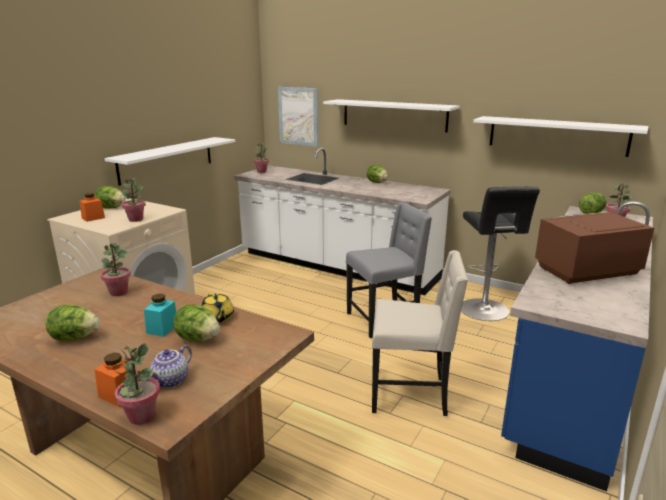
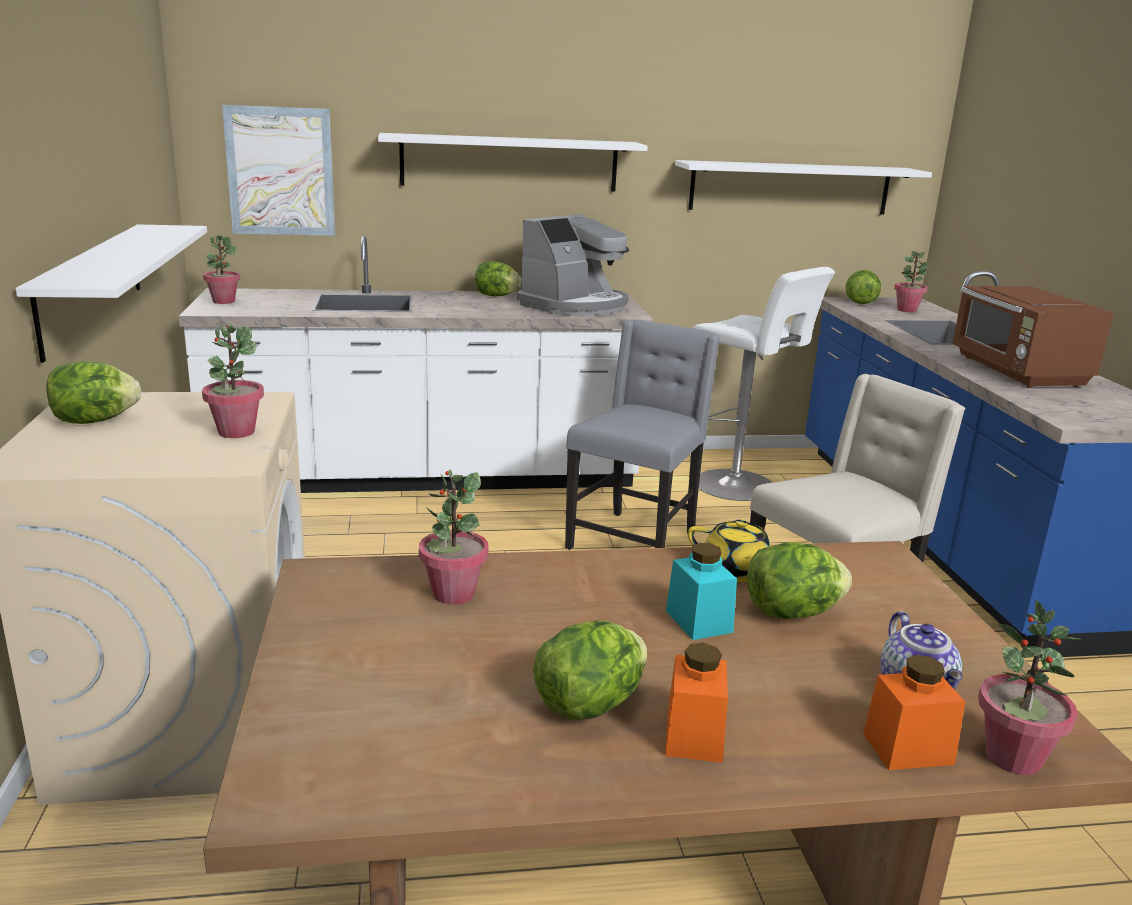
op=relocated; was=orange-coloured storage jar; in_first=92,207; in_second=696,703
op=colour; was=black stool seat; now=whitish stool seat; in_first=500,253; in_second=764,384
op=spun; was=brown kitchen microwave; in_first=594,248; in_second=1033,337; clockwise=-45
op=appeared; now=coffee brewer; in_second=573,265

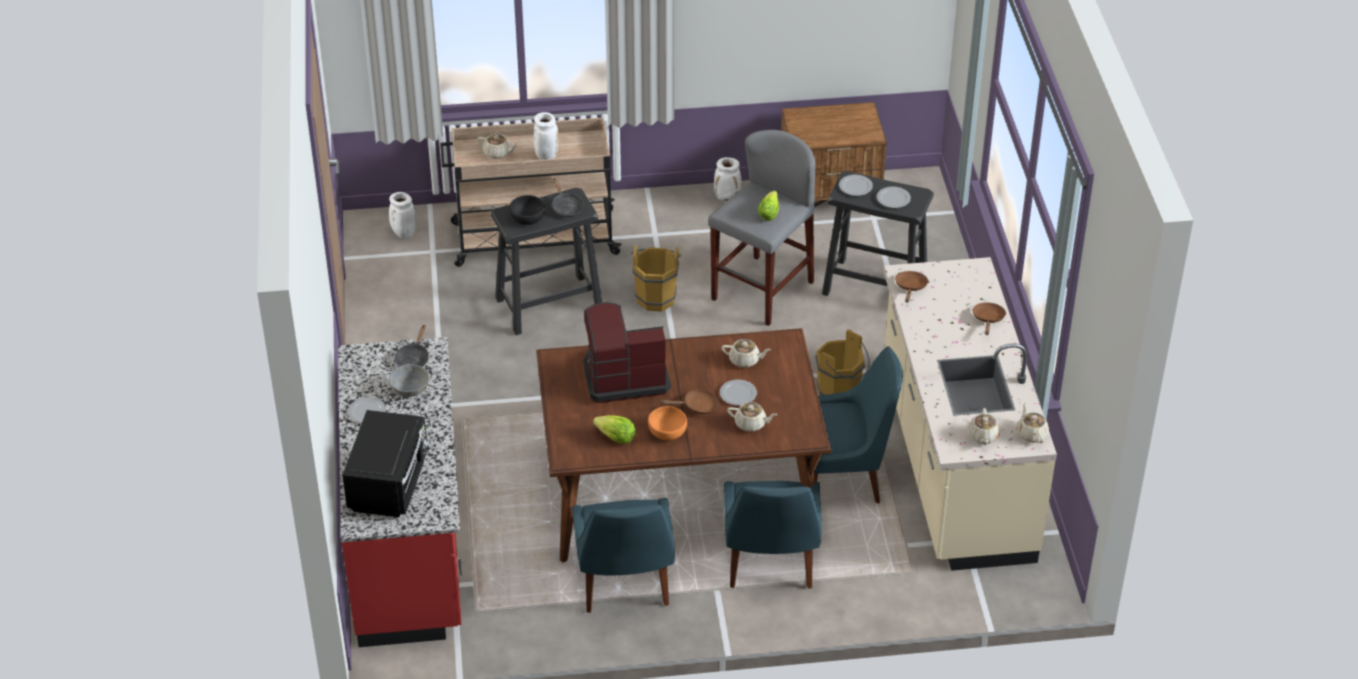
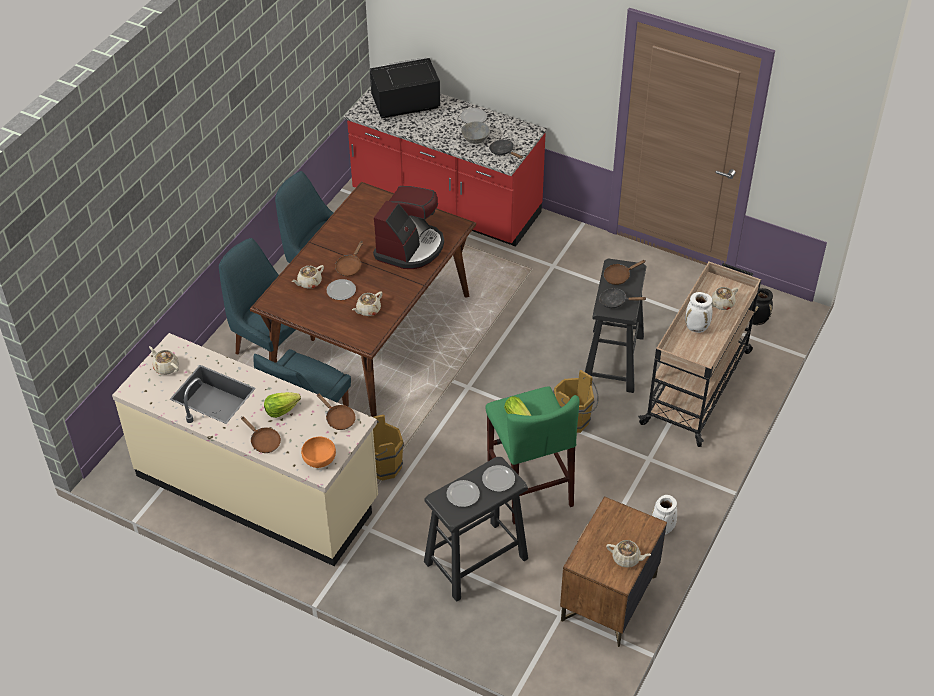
op=spun; was=black kitchen microwave; in_first=385,463; in_second=405,88; clockwise=120
op=colour; was=whitish vase; now=black vase; in_first=402,215; in_second=761,306
op=exchanged; was=black deep dish; now=brown frying pan; in_first=527,210; in_second=624,272
op=relocated; was=lettuce; in_first=614,429; in_second=282,405
op=relocated; was=orange-coloured deep dish; in_first=667,423; in_second=318,452
op=colour; was=gray stool seat; now=green stool seat; in_first=761,228; in_second=532,455
op=relocated; was=beige-coloured teapot; in_first=1032,422; in_second=628,554

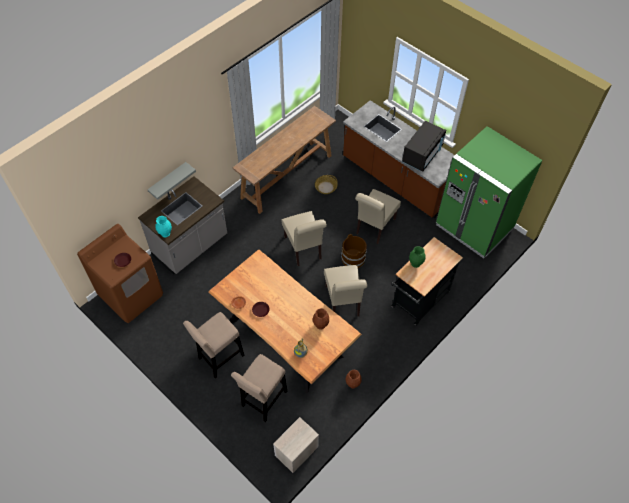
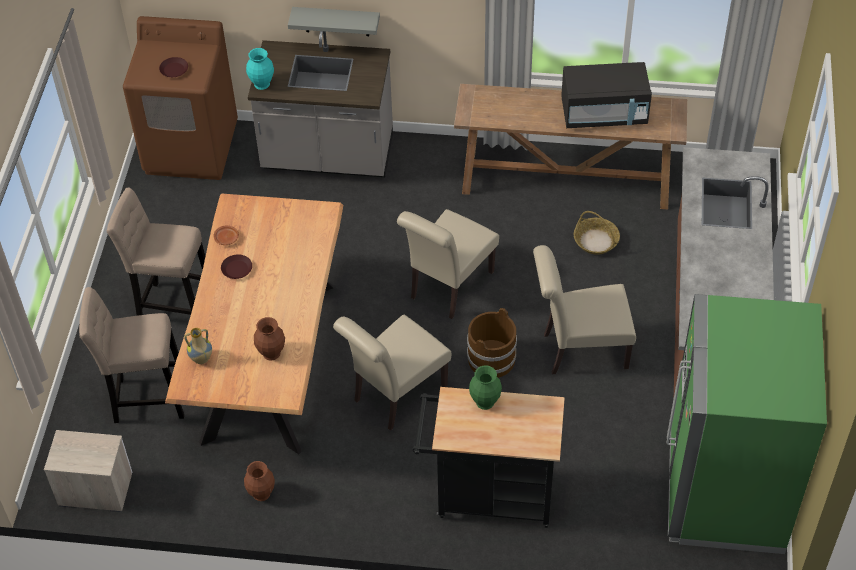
op=relocated; was=black kitchen microwave; in_first=424,146; in_second=606,95

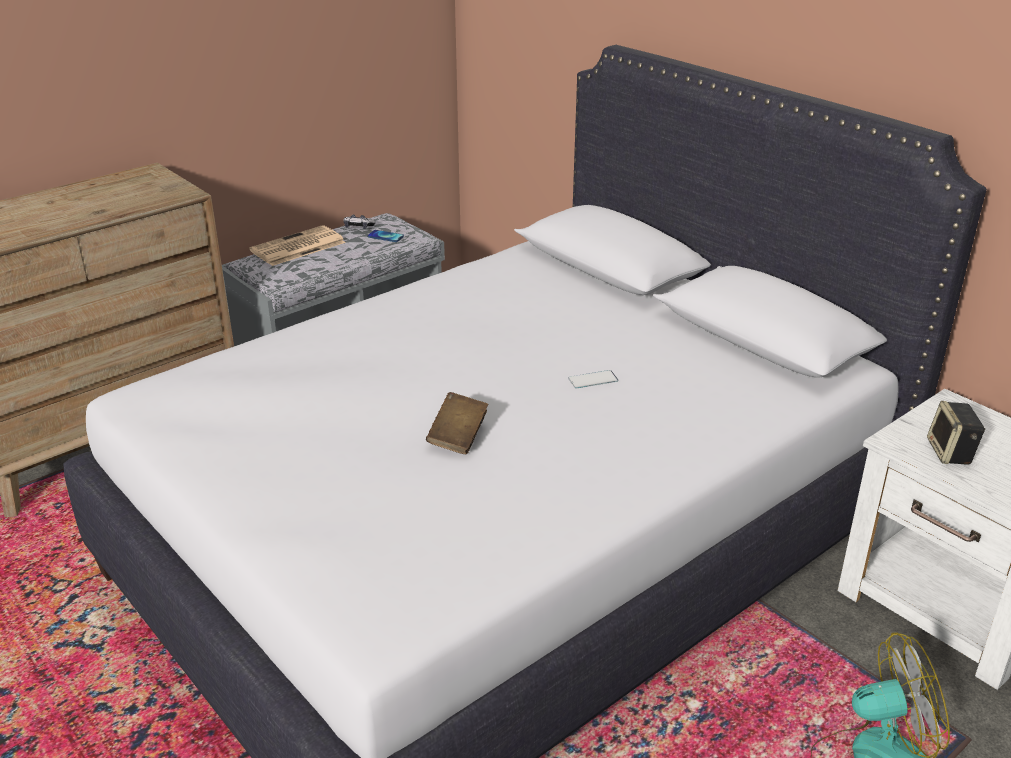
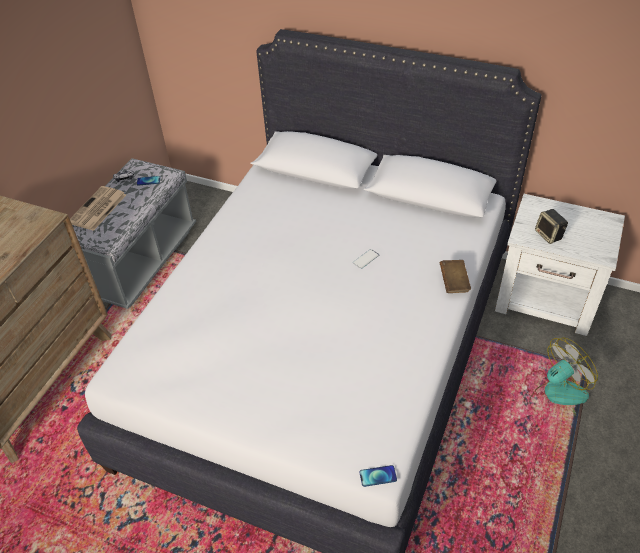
op=relocated; was=brown book; in_first=457,423; in_second=455,276
op=appeared; now=handset; in_second=378,476

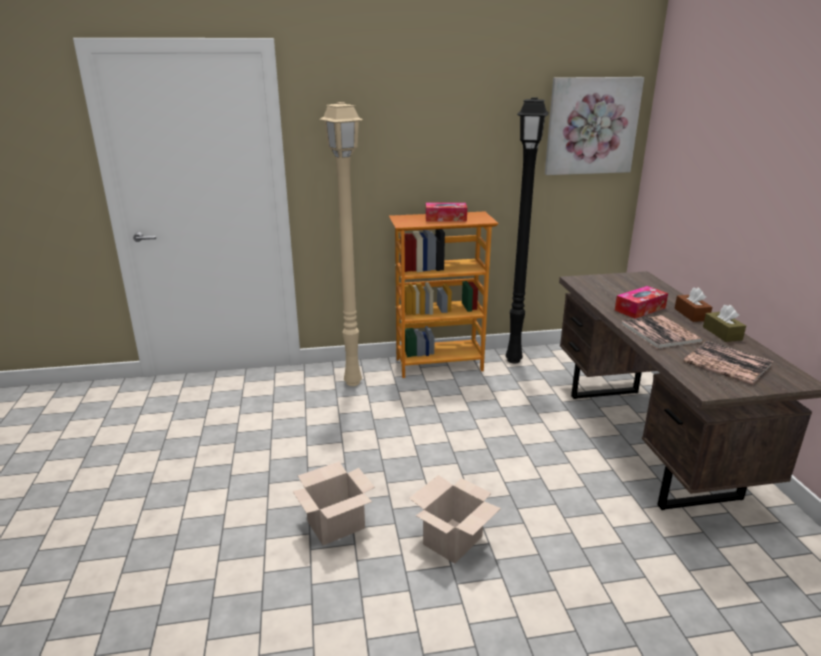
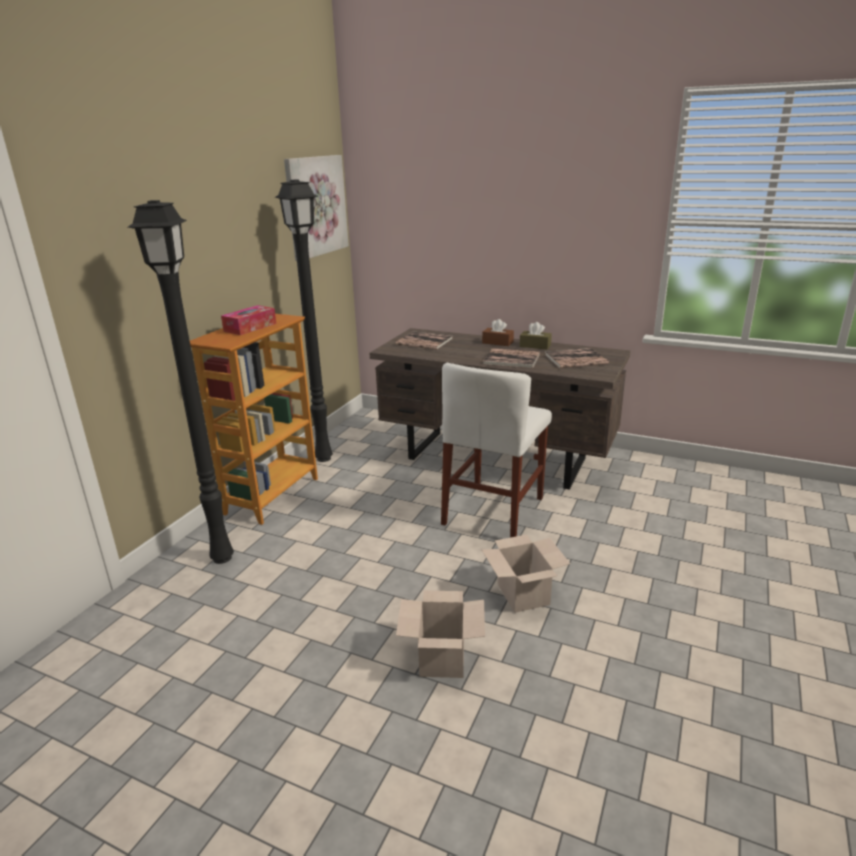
op=colour; was=beige-coloured standard lamp; now=black standard lamp; in_first=341,244; in_second=181,382
op=missing; was=box of tissues; in_first=641,302
op=appeared; now=book; in_second=423,340
op=appeared; now=whitish chair; in_second=496,450

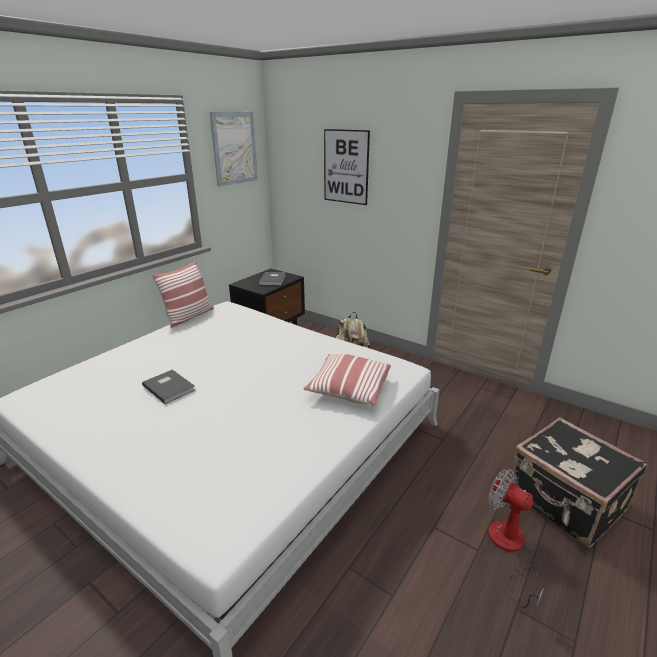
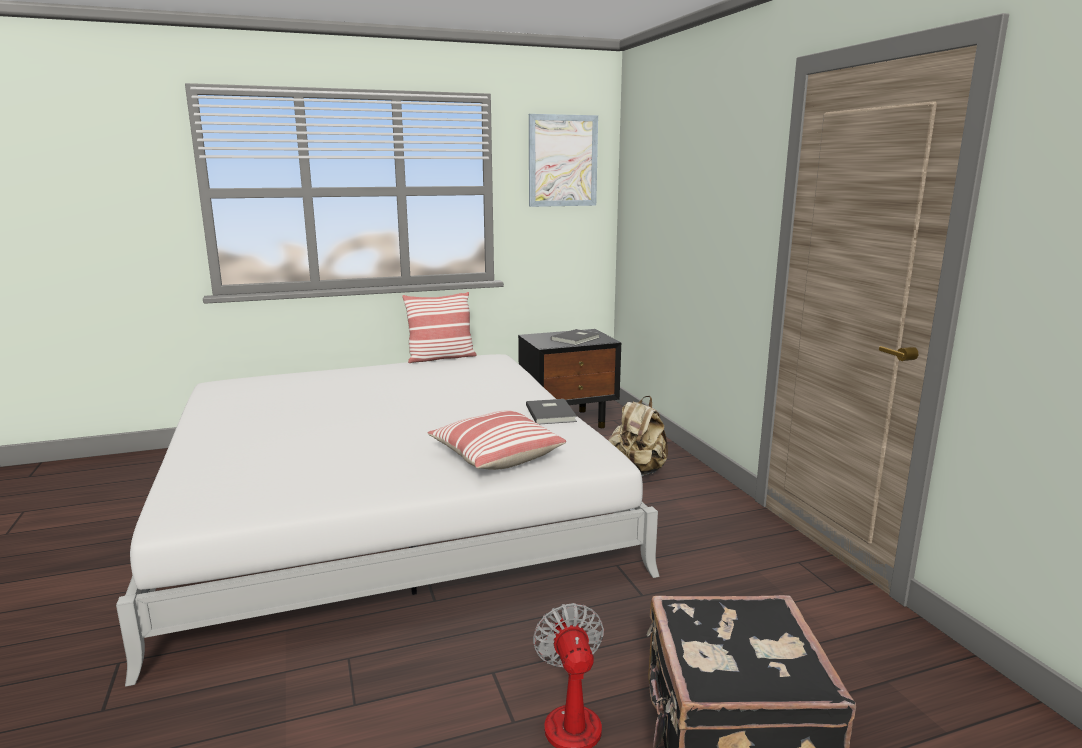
op=relocated; was=gray book; in_first=168,387; in_second=551,411
op=missing; was=picture; in_first=347,167

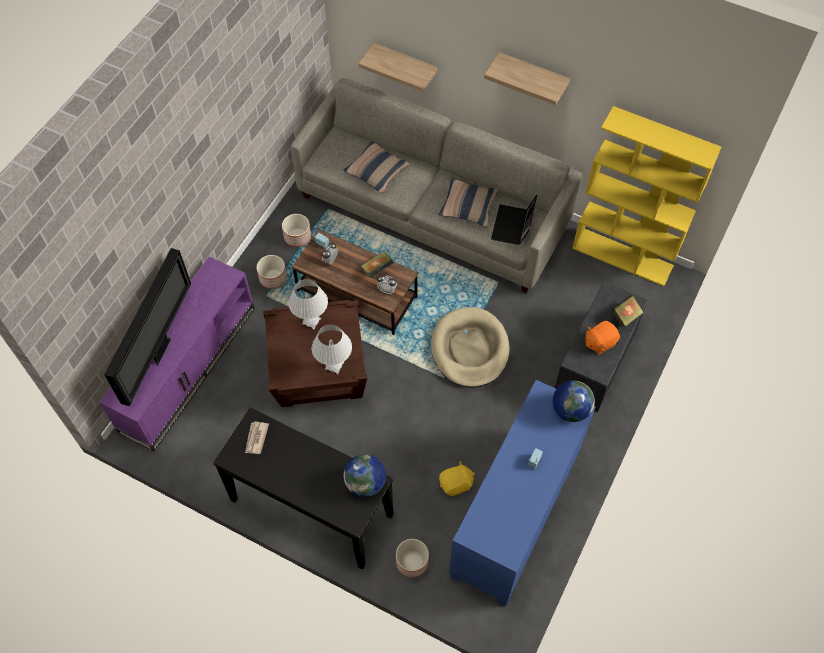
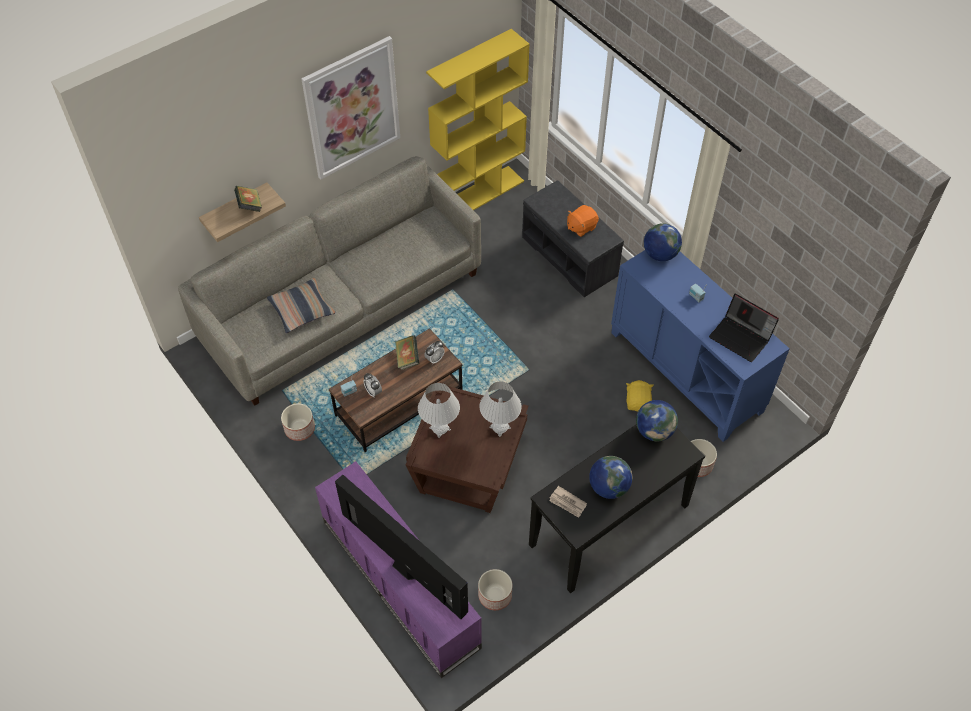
op=relocated; was=flower pot; in_first=272,272; in_second=495,589
op=missing; was=beige-coloured dog cushion; in_first=470,347
op=missing; was=throw pillow; in_first=468,202
op=exchanged; was=shelf; now=picture; in_first=527,79; in_second=350,108
op=relocated; was=laptop; in_first=514,219; in_second=744,328
op=spun; was=orange-coloured soft toy; in_first=602,338; in_second=583,221; clockwise=60
op=relocated; was=book; in_first=627,311; in_second=248,199
op=appeared; now=desk globe; in_second=610,477

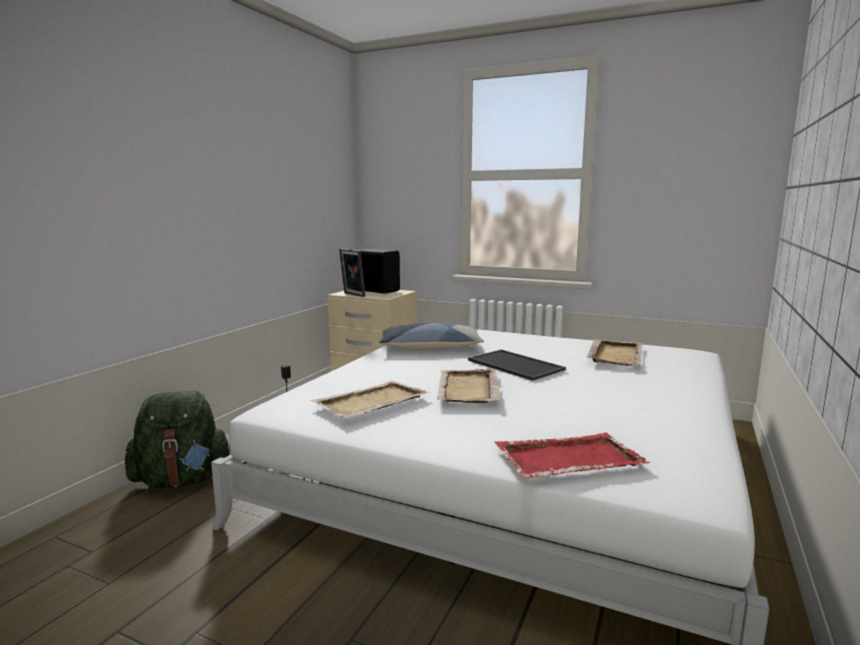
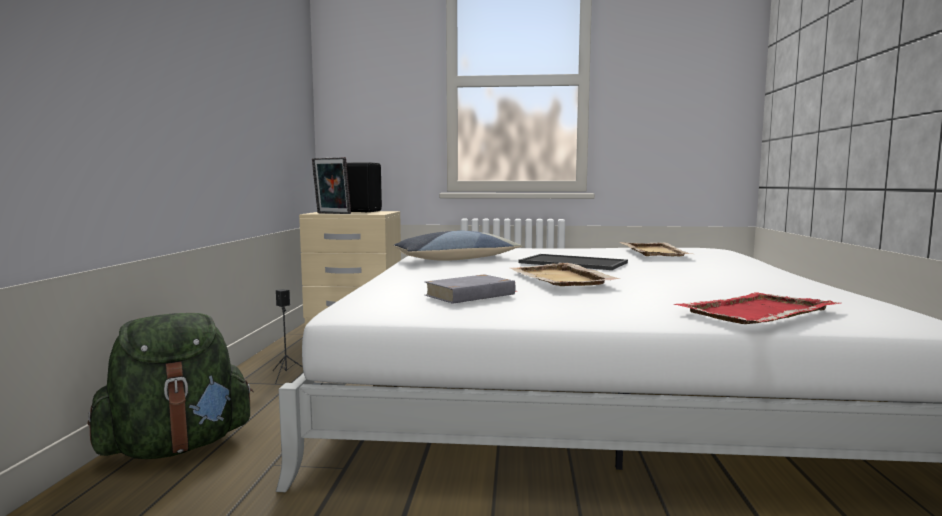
op=exchanged; was=beige-coloured serving tray; now=gray book; in_first=370,399; in_second=471,289

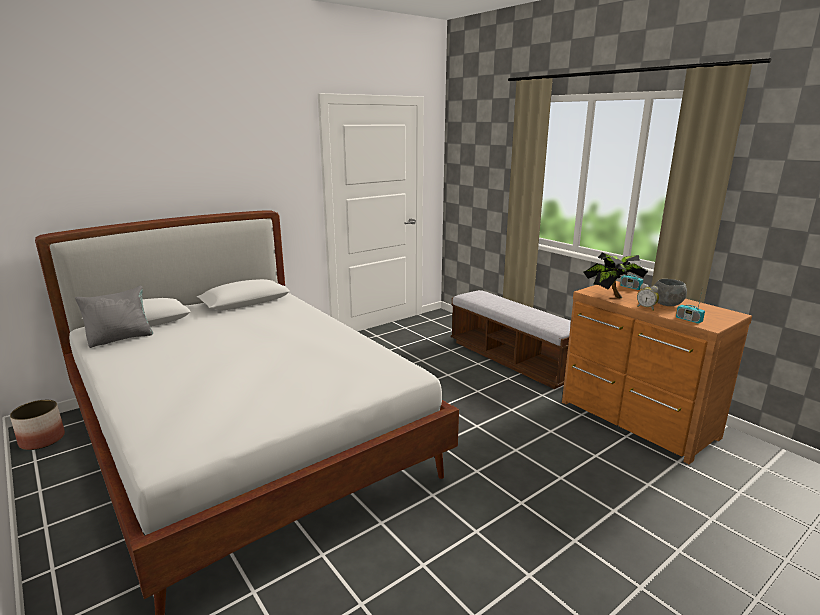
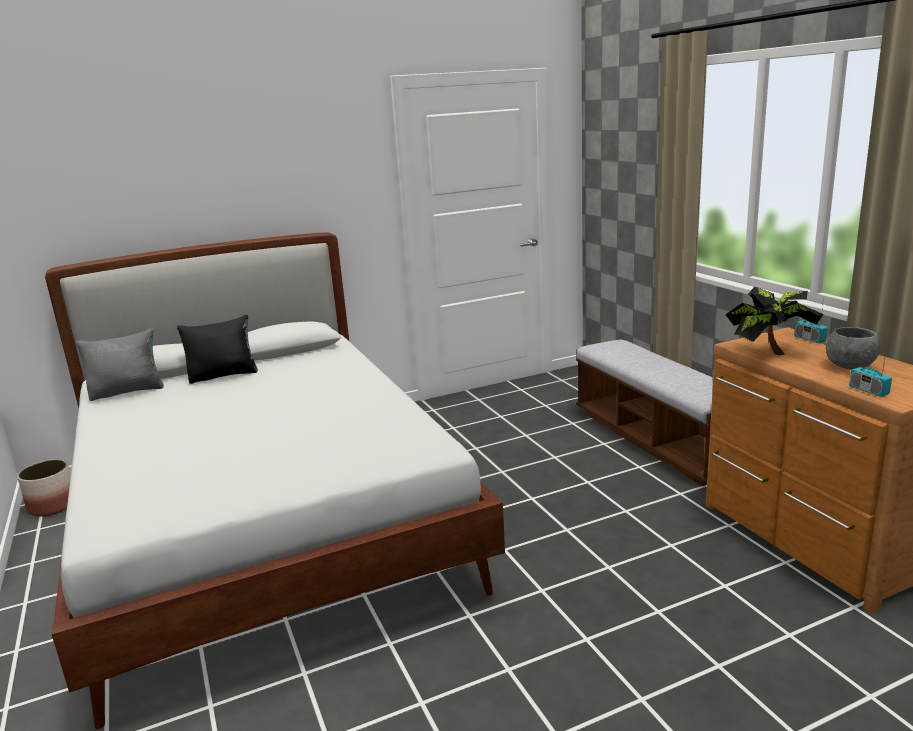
op=missing; was=alarm clock; in_first=648,297
op=appeared; now=black throw pillow; in_second=217,349

